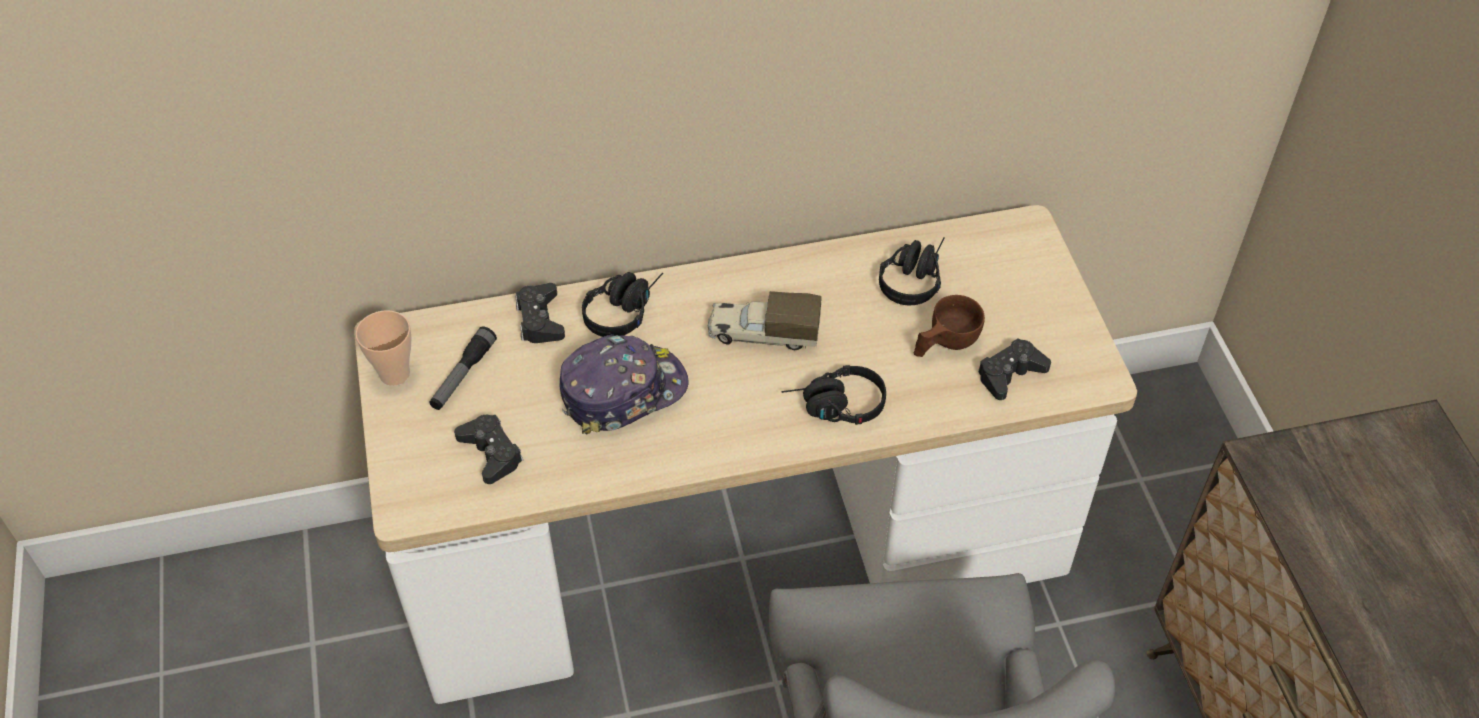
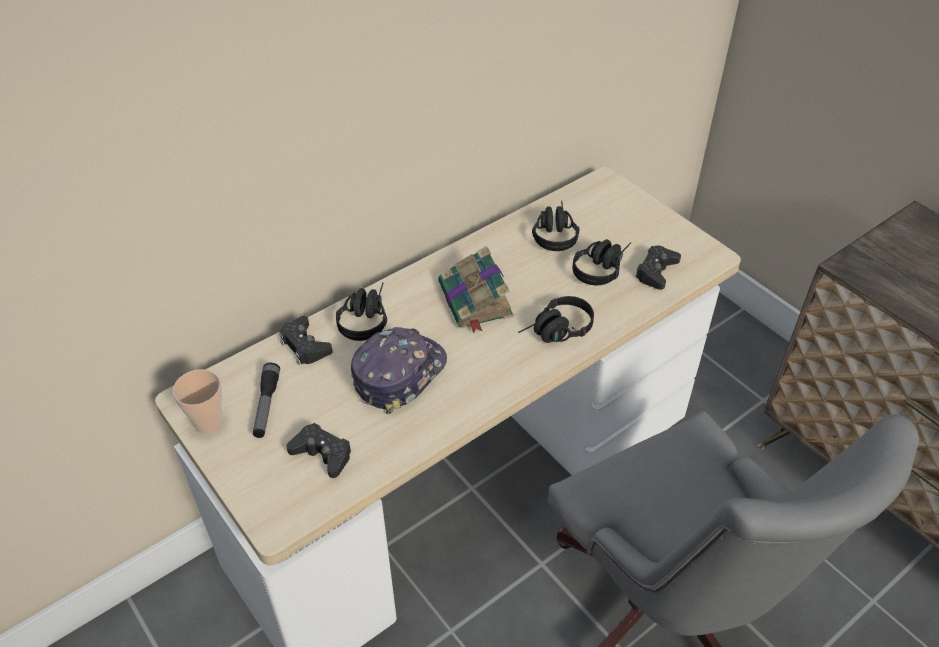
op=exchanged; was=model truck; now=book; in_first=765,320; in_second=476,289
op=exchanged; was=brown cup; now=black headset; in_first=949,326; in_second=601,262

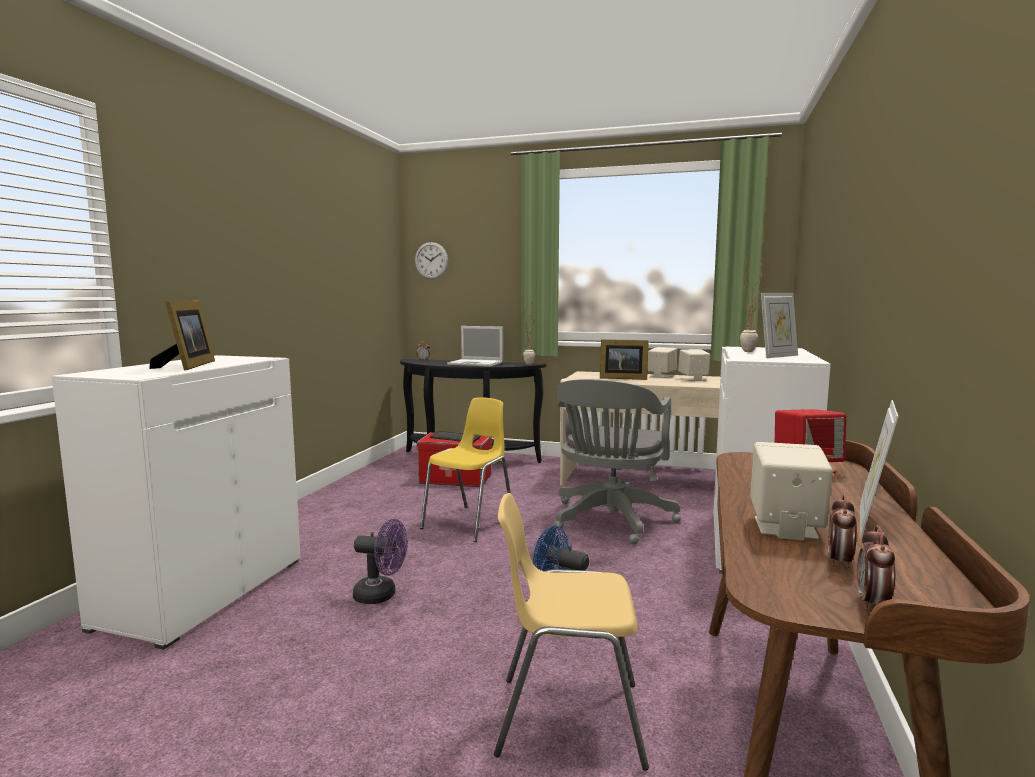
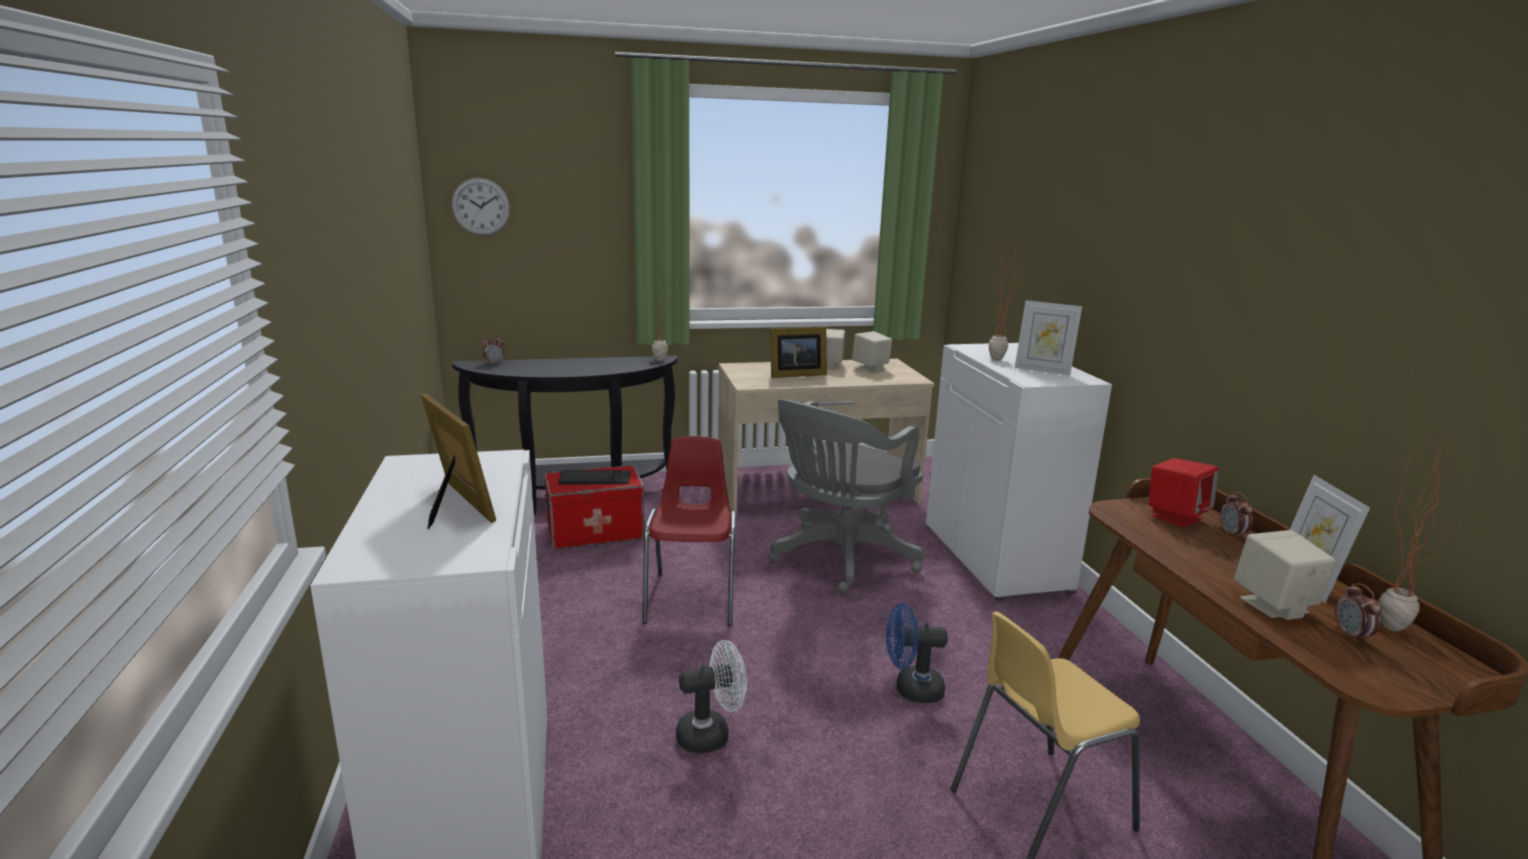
op=colour; was=purple cooling fan; now=whitish cooling fan; in_first=380,561; in_second=711,697
op=colour; was=yellow-coloured chair; now=red chair; in_first=465,469; in_second=689,531
op=missing; was=laptop; in_first=475,346
op=spun; was=gray office chair; in_first=617,461; in_second=846,496; clockwise=45
op=spun; was=standing frame; in_first=779,325; in_second=1048,338; clockwise=90
op=relocated; was=alarm clock; in_first=876,568; in_second=1236,515
op=appeared; now=plant in a pot; in_second=1415,534

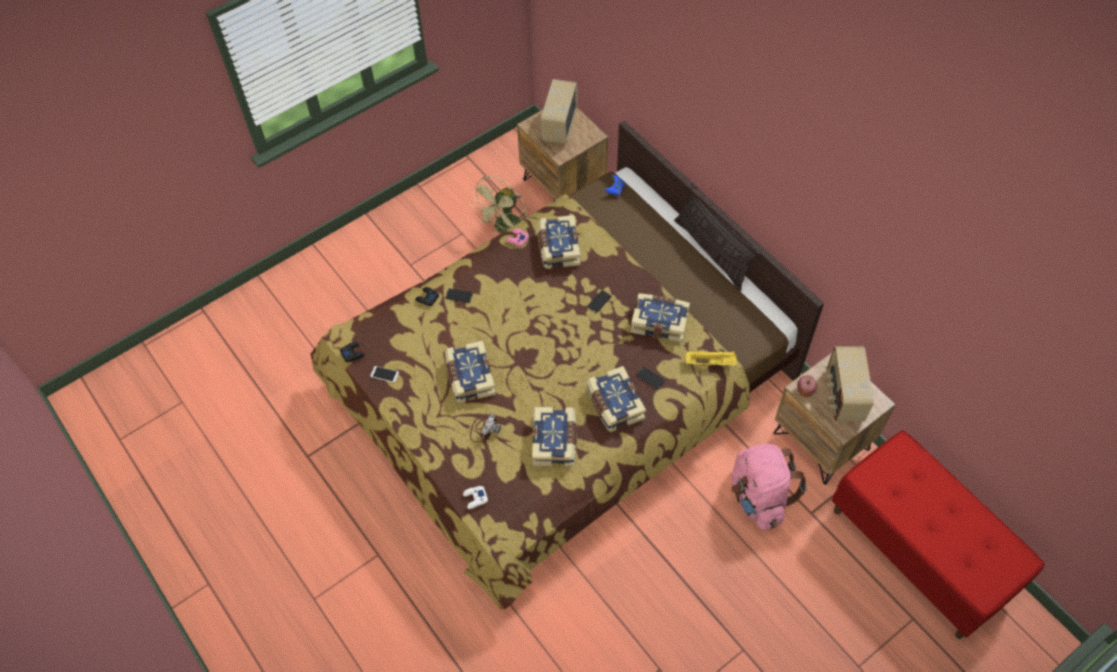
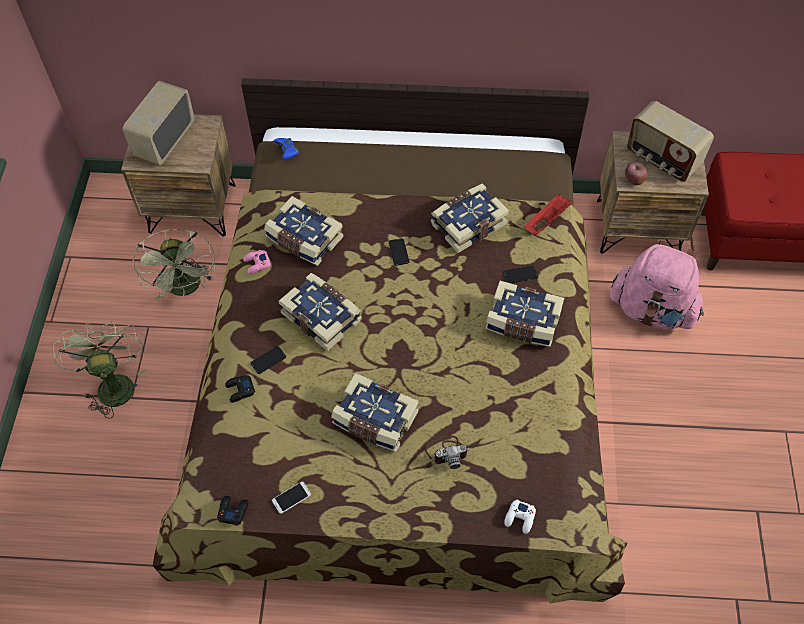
op=spun; was=photo camera; in_first=485,428; in_second=447,452; clockwise=105
op=relocated; was=book; in_first=554,436; in_second=320,312
op=spun; was=radio receiver; in_first=559,111; in_second=158,123; clockwise=60
op=missing; was=throw pillow; in_first=717,237
op=colour; was=yellow-coloured serving tray; now=red serving tray; in_first=711,359; in_second=549,214
op=appeared; now=green cooling fan; in_second=99,369

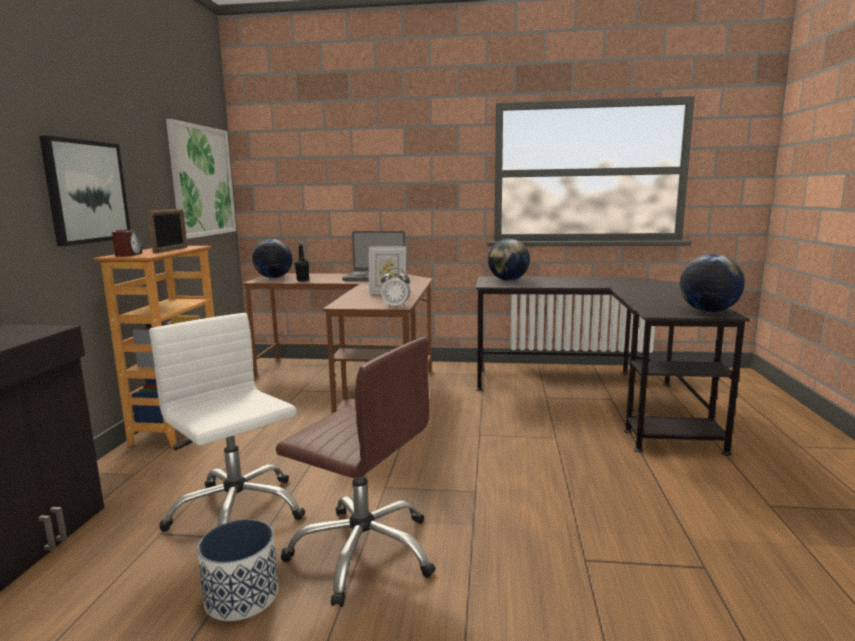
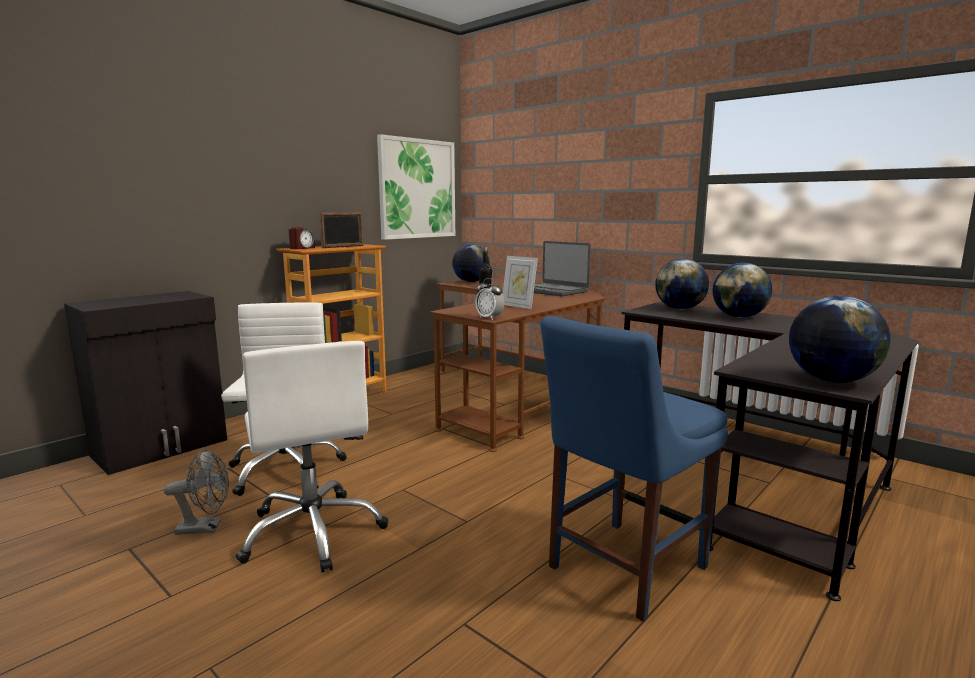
op=missing; was=picture; in_first=85,191
op=exchanged; was=flower pot; now=gray cooling fan; in_first=238,570; in_second=196,492
op=colour; was=brown office chair; now=whitish office chair; in_first=356,472; in_second=312,457
op=appeared; now=blue-coloured chair; in_second=634,469
op=appeared; now=desk globe; in_second=742,290

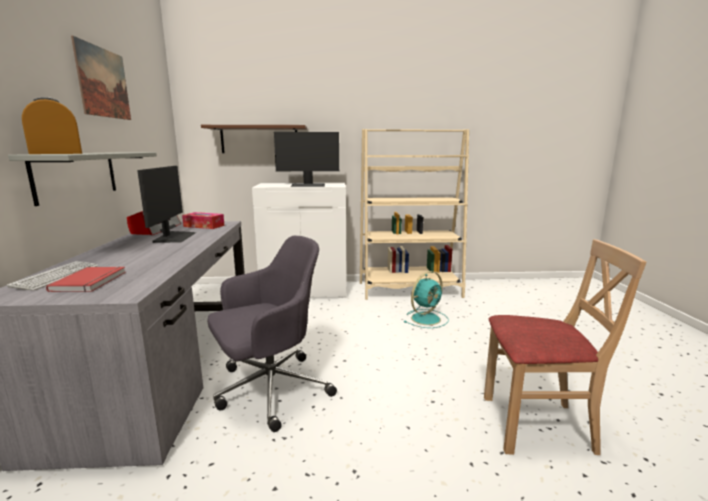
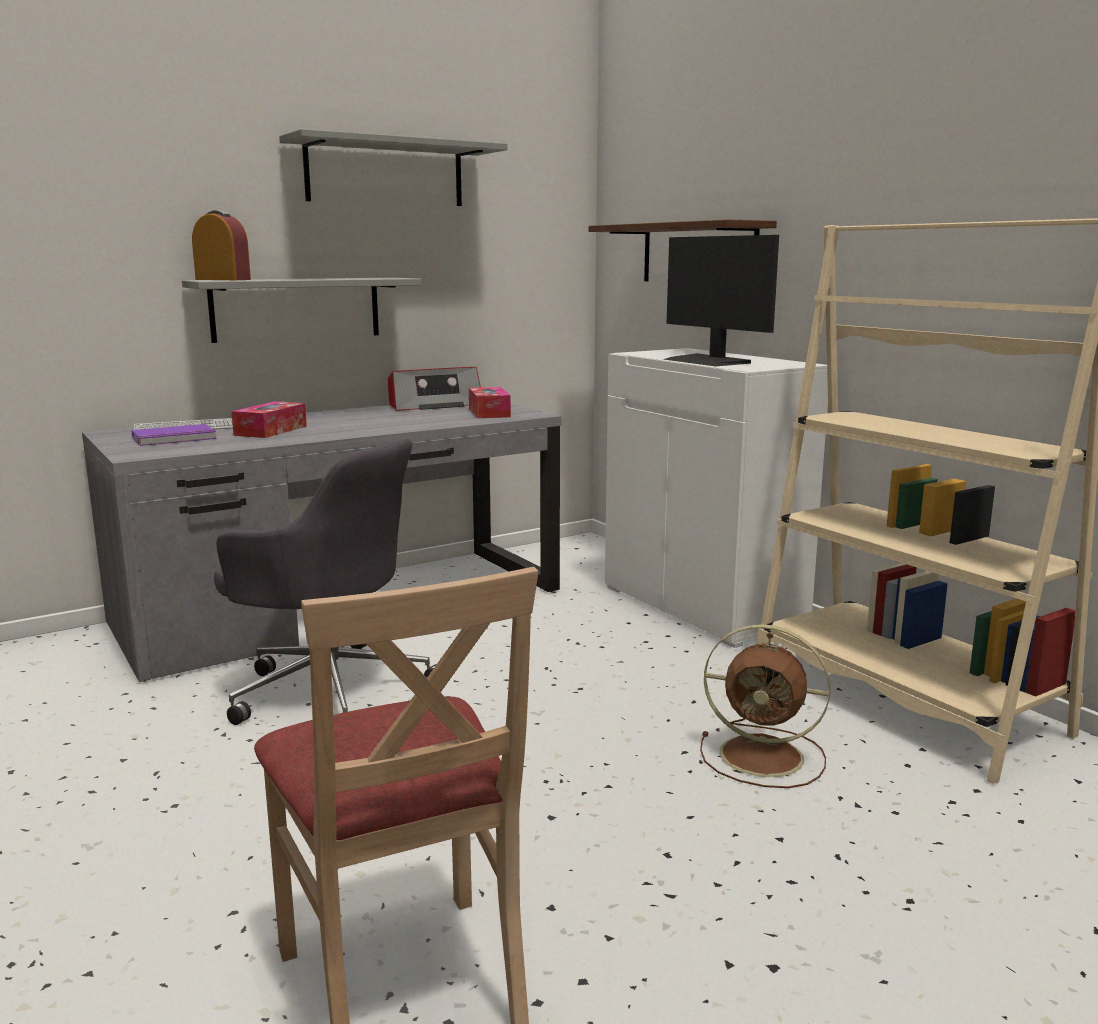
op=colour; was=red book; now=purple book; in_first=86,279; in_second=174,435
op=exchanged; was=picture; now=gray shelf; in_first=101,78; in_second=393,167
op=missing; was=computer display; in_first=166,204
op=colour; was=blue-green cooling fan; now=brown cooling fan; in_first=426,299; in_second=765,706
op=appeared; now=box of tissues; in_second=269,419

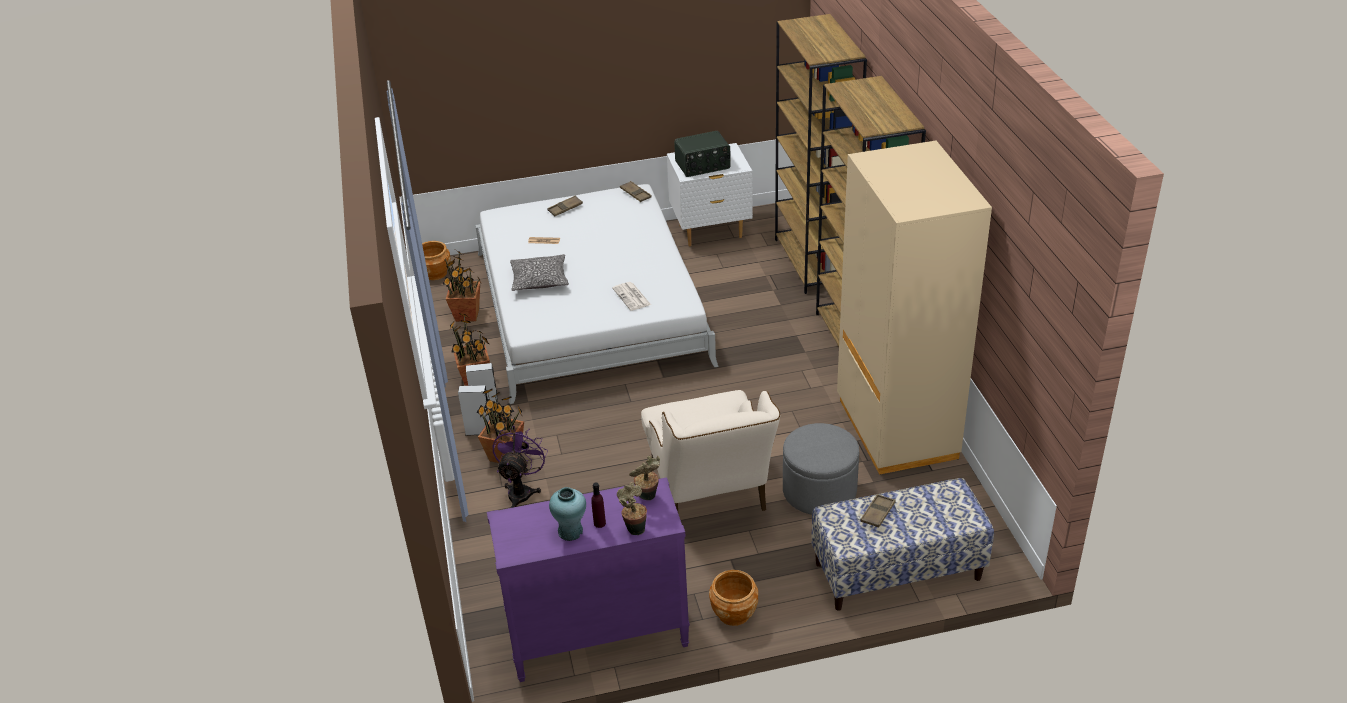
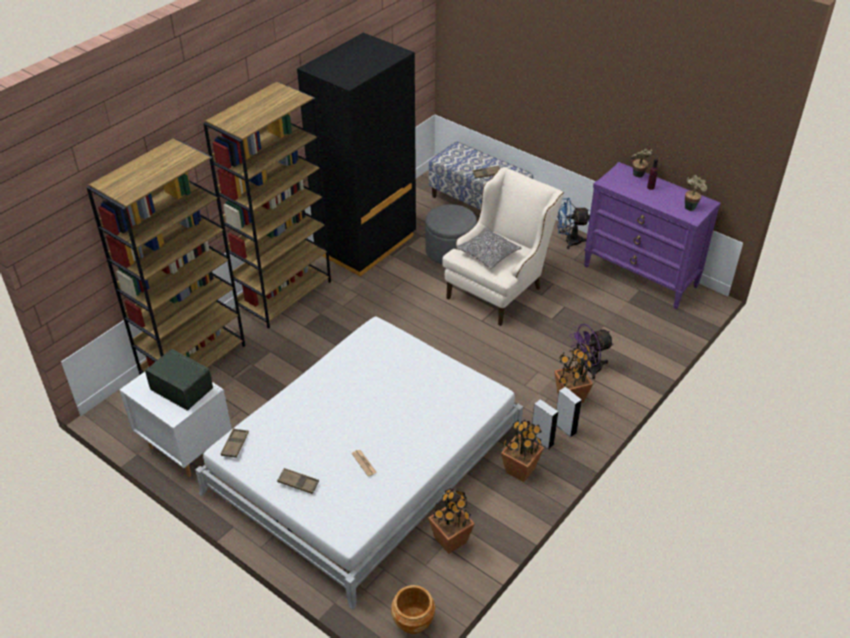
op=relocated; was=throw pillow; in_first=539,272; in_second=488,247
op=missing; was=blue-green vase; in_first=567,514
op=missing; was=printed paper; in_first=631,296
op=relocated; was=plant in a pot; in_first=644,478; in_second=696,193
op=exchanged; was=brown flower pot; now=blue-coloured cooling fan; in_first=733,598; in_second=573,223
op=colour; was=beige-coloured armoire; now=black armoire; in_first=914,308; in_second=356,155

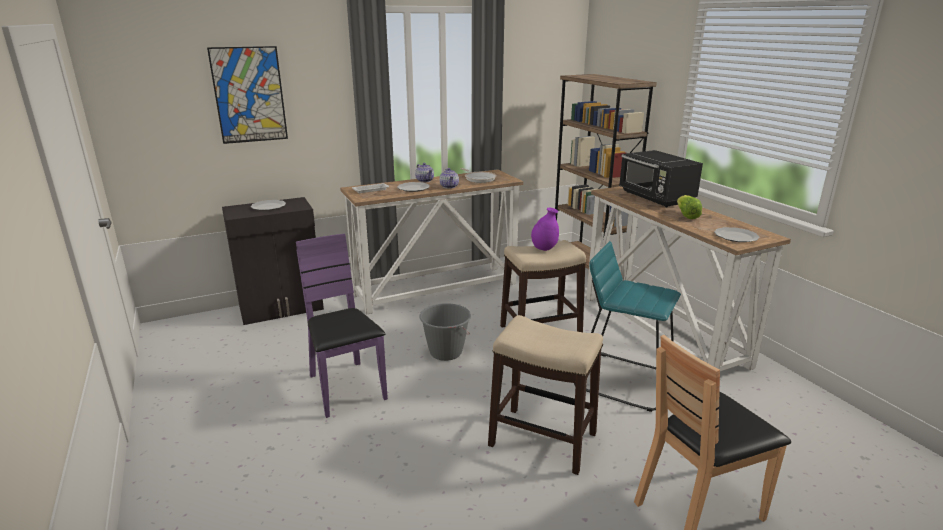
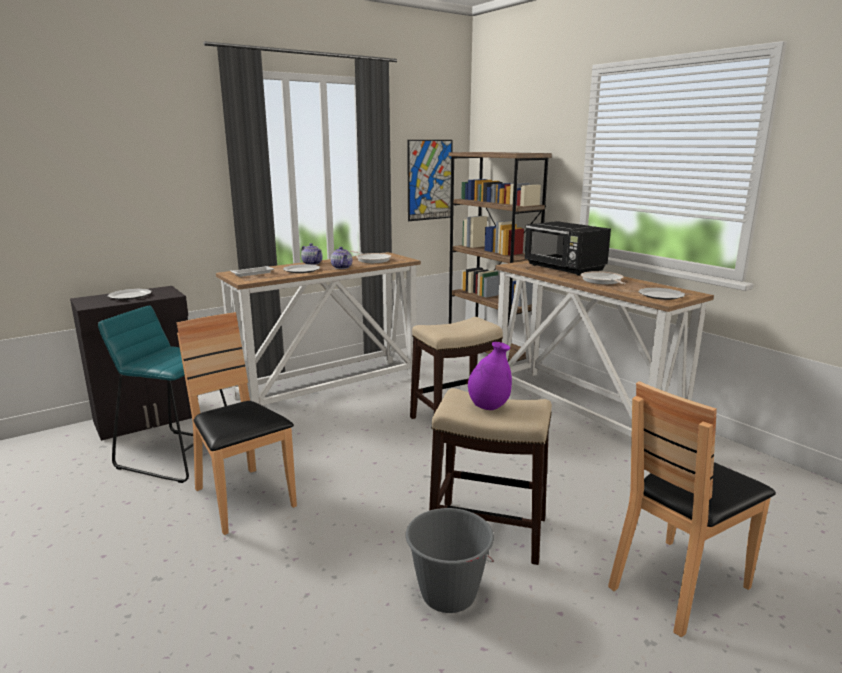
op=relocated; was=picture; in_first=247,95; in_second=430,180
op=colour; was=purple chair; now=brown chair; in_first=342,326; in_second=236,423
op=relocated; was=gray bucket; in_first=445,332; in_second=450,560
op=relocated; was=purple vase; in_first=545,229; in_second=490,376
op=relocated; was=blue-green stool seat; in_first=627,326; in_second=162,394
op=exchanged; was=lettuce; now=frying pan; in_first=689,207; in_second=603,277

